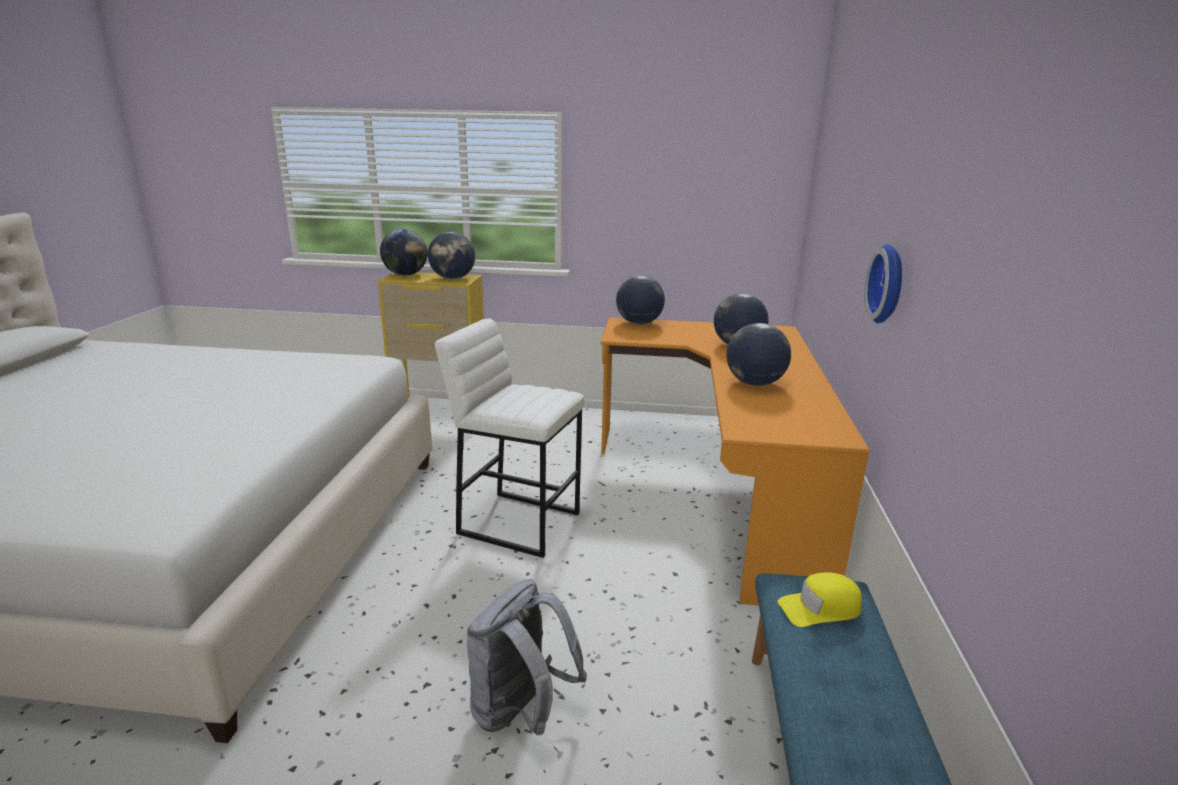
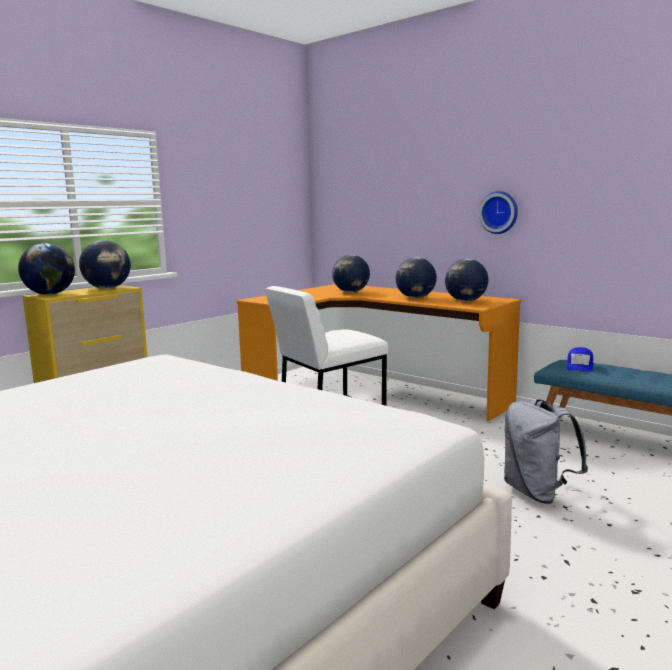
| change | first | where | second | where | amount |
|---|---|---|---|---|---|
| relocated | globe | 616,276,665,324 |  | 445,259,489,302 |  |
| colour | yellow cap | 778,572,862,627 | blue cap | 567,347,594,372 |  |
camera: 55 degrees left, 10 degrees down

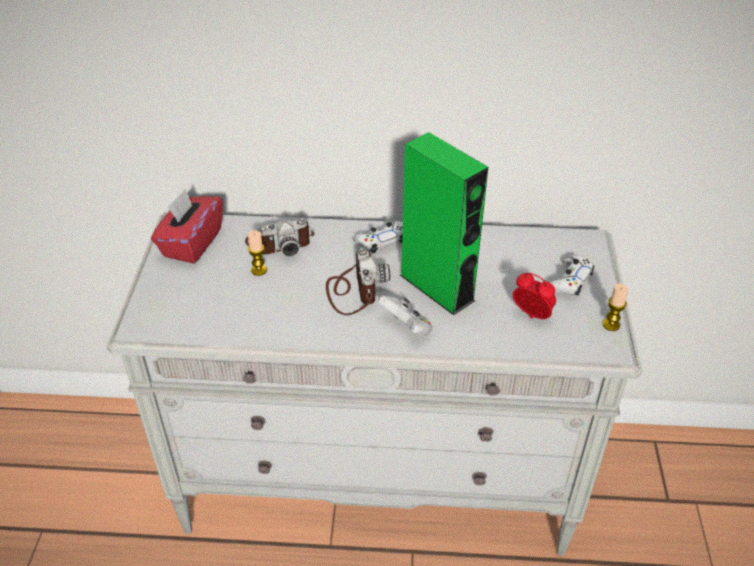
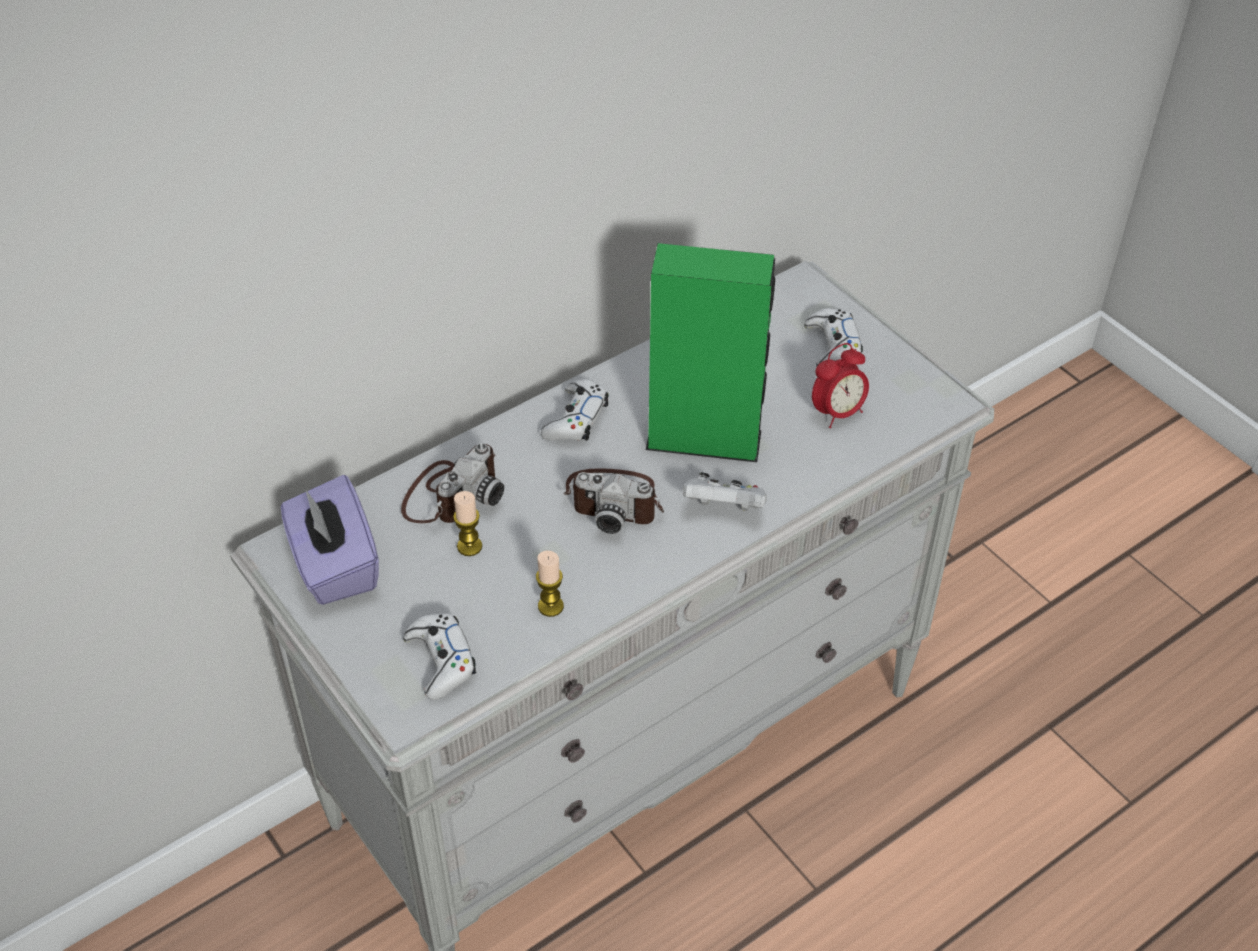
| change | first | where | second | where | amount |
|---|---|---|---|---|---|
| colour | red tissue box | 151,189,223,264 | purple tissue box | 281,475,379,605 |  |
| appeared |  |  | white game controller | 403,614,476,700 |  |
| relocated | candle | 603,284,628,331 |  | 536,551,564,617 |  |
| spun | photo camera | 326,248,390,315 |  | 563,468,664,534 | 150 degrees clockwise |
| spun | alarm clock | 513,273,556,319 |  | 812,343,869,428 | 150 degrees clockwise |
camera: 40 degrees left, 5 degrees up

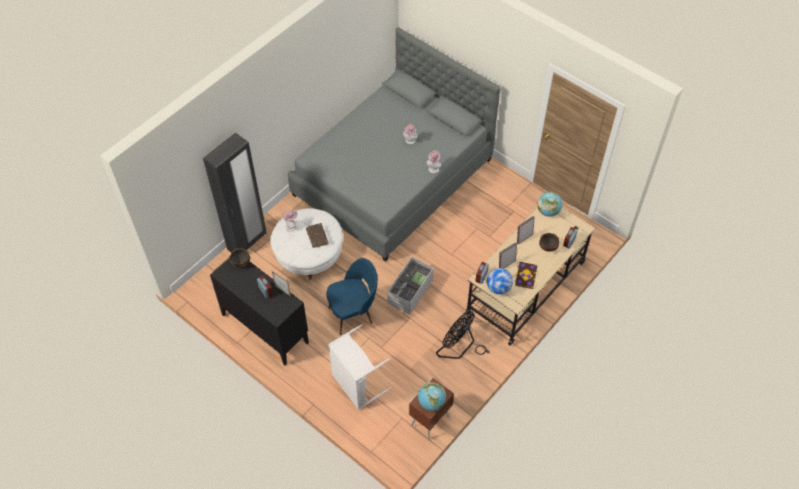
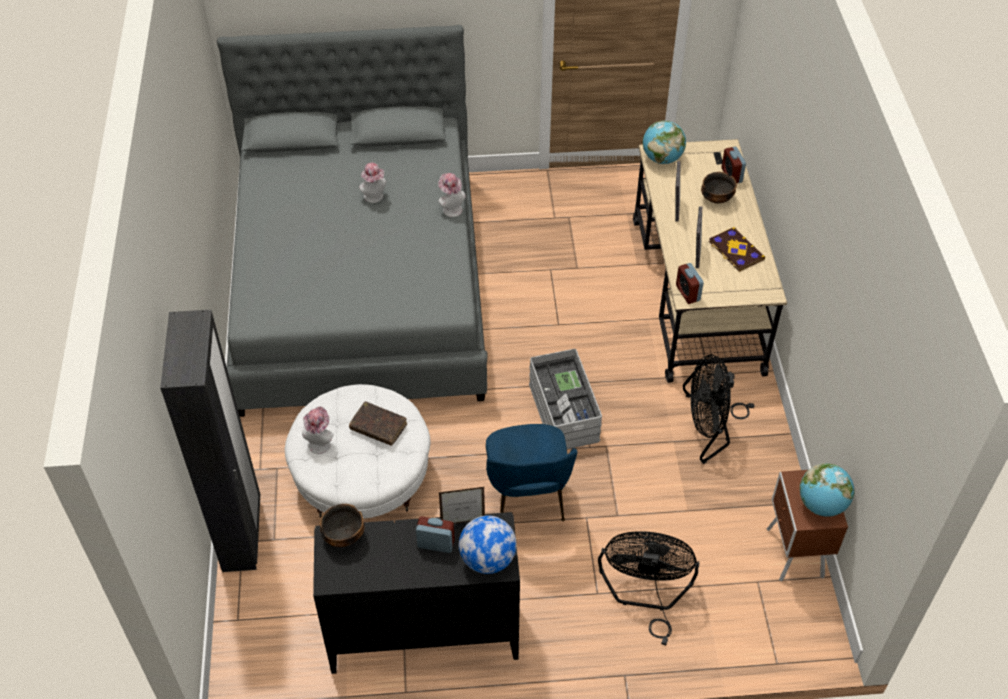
| change | first | where | second | where | amount |
|---|---|---|---|---|---|
| relocated | globe | 487,268,513,294 |  | 459,515,517,574 |  |
| spun | blue chair | 326,258,378,335 |  | 486,424,577,521 | 150 degrees clockwise |
| exchanged | white laundry basket | 328,324,391,410 | black fan | 598,531,699,645 |  |
camera: 45 degrees left, 5 degrees down

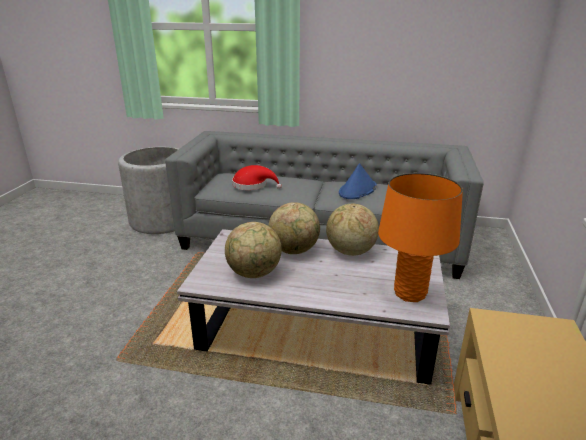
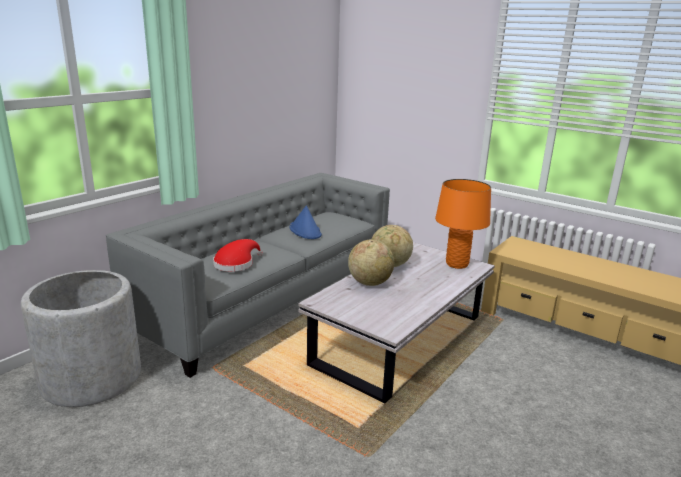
| change | first | where | second | where | amount |
|---|---|---|---|---|---|
| missing | globe | 225,222,282,278 |  |  |  |
camera: 65 degrees left, 5 degrees down

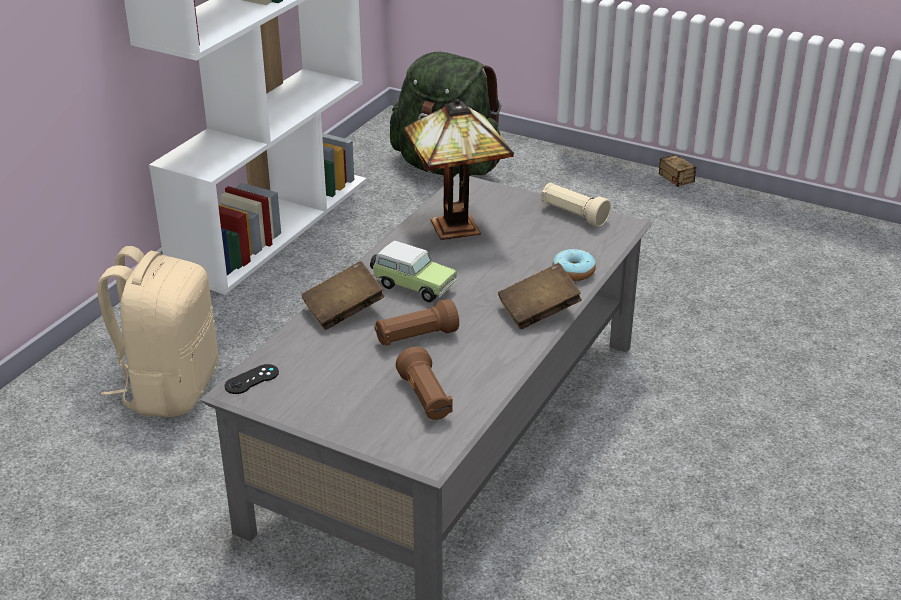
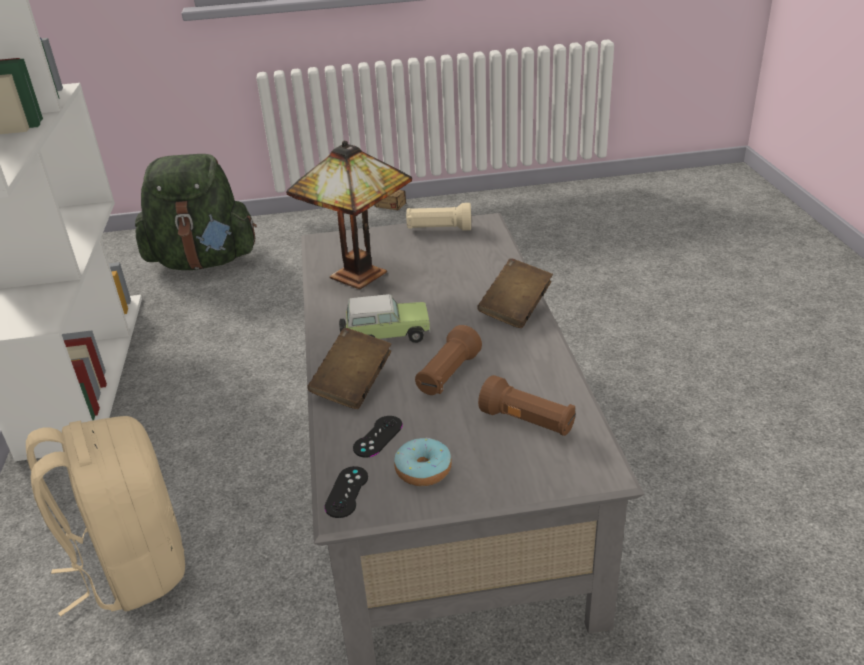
| change | first | where | second | where | amount |
|---|---|---|---|---|---|
| appeared |  |  | black game controller | 353,416,403,458 |  |
| relocated | donut | 553,249,596,281 |  | 394,438,452,486 |  |
camera: 35 degrees left, 0 degrees up

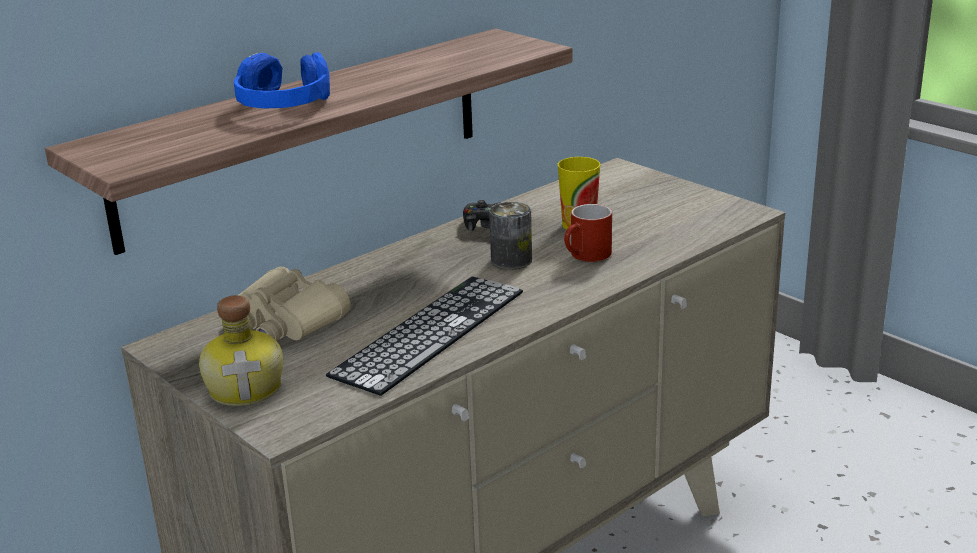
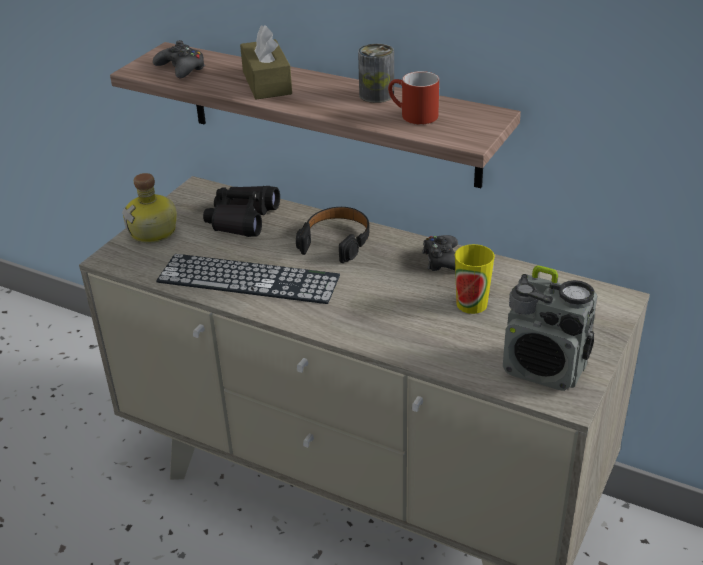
| change | first | where | second | where | amount |
|---|---|---|---|---|---|
| appeared |  |  | black game controller | 153,40,205,78 |  |
| colour | beige binoculars | 239,266,351,341 | black binoculars | 203,186,280,237 |  |
| exchanged | blue headphones | 234,52,330,108 | brown tissue box | 240,25,292,99 |  |
| appeared |  |  | black headphones | 296,207,369,263 |  |
| relocated | can | 489,202,532,269 |  | 358,44,394,103 |  |
| relocated | red mug | 564,204,612,262 |  | 388,71,439,125 |  |
| appeared |  |  | radio | 503,265,597,391 |  |
camera: 70 degrees right, 10 degrees up

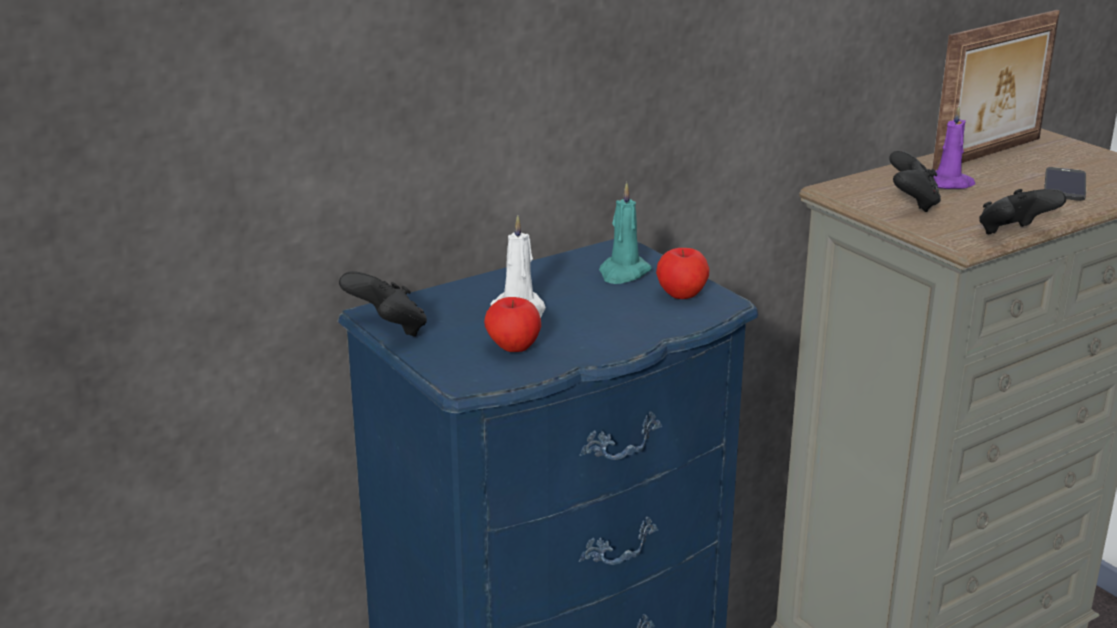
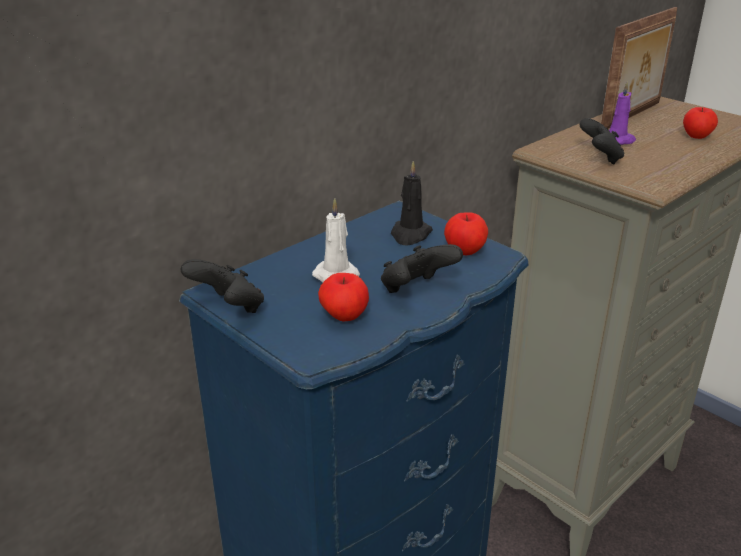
| change | first | where | second | where | amount |
|---|---|---|---|---|---|
| relocated | black game controller | 979,189,1066,235 |  | 381,244,463,293 |  |
| colour | turquoise candle | 599,182,652,284 | black candle | 391,161,433,246 |  |
| exchanged | phone | 1044,167,1086,201 | apple | 683,107,718,139 |  |
camera: 10 degrees left, 5 degrees up

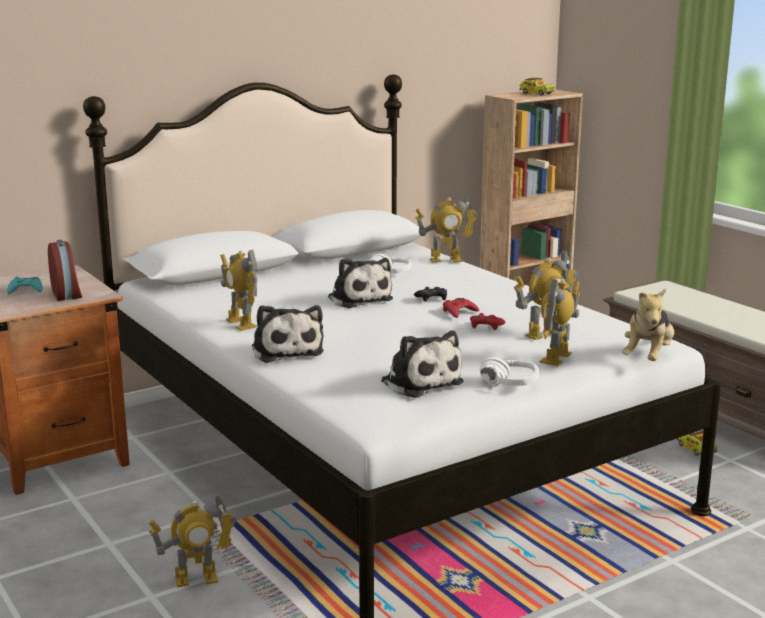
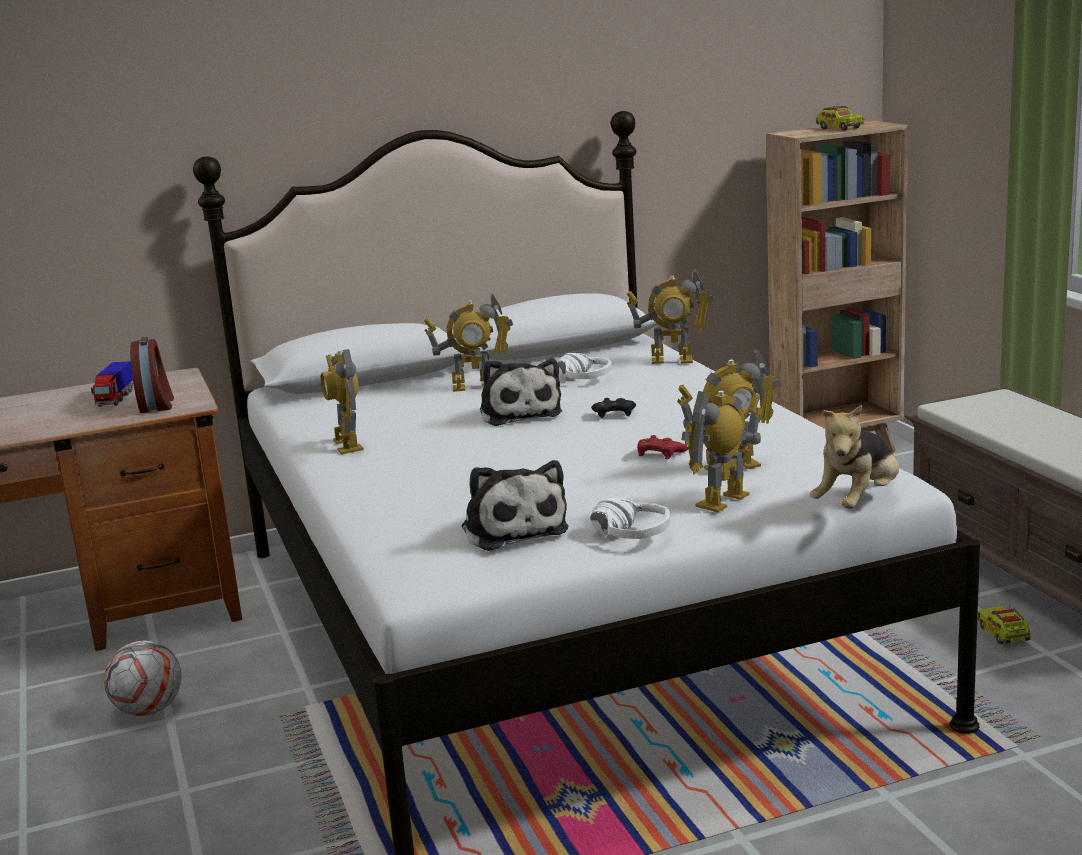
| change | first | where | second | where | amount |
|---|---|---|---|---|---|
| exchanged | turquoise game controller | 7,277,43,294 | toy truck | 91,361,133,407 |  |
| appeared |  |  | football | 104,641,181,716 |  |
| relocated | toy robot | 149,493,237,587 |  | 424,293,513,392 |  |
| missing | plush toy | 252,305,324,363 |  |  |  |
| missing | red game controller | 443,298,479,318 |  |  |  |
camera: 15 degrees right, 0 degrees up

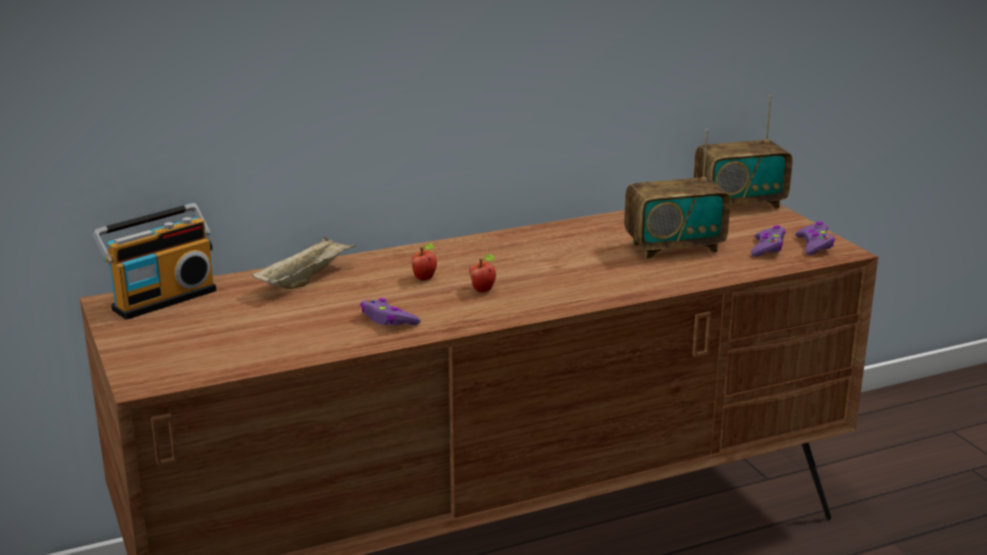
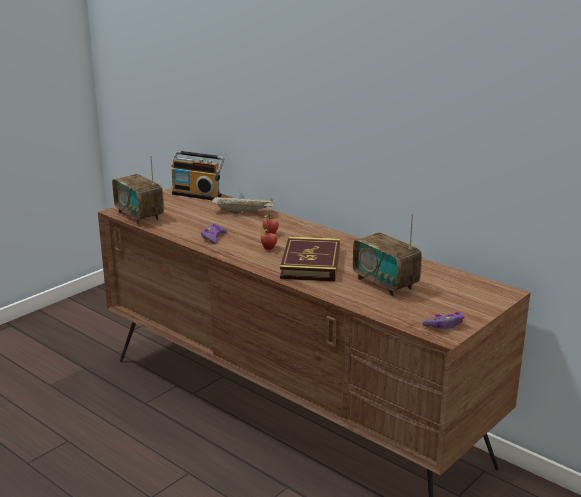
| change | first | where | second | where | amount |
|---|---|---|---|---|---|
| relocated | radio | 694,95,793,209 |  | 112,156,164,225 |  |
| appeared |  |  | book | 280,236,340,282 |  |
| missing | purple game controller | 751,225,785,257 |  |  |  |
camera: 65 degrees right, 0 degrees up

